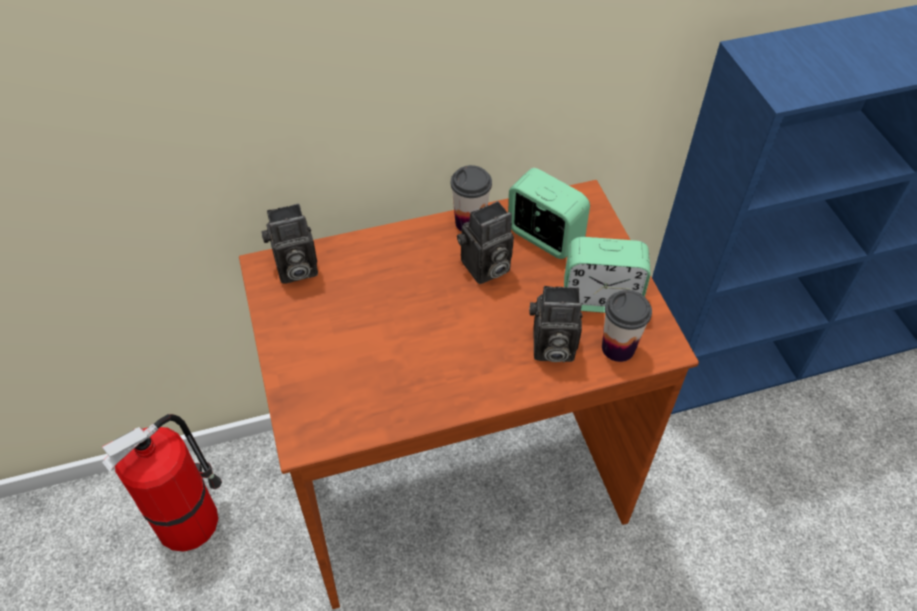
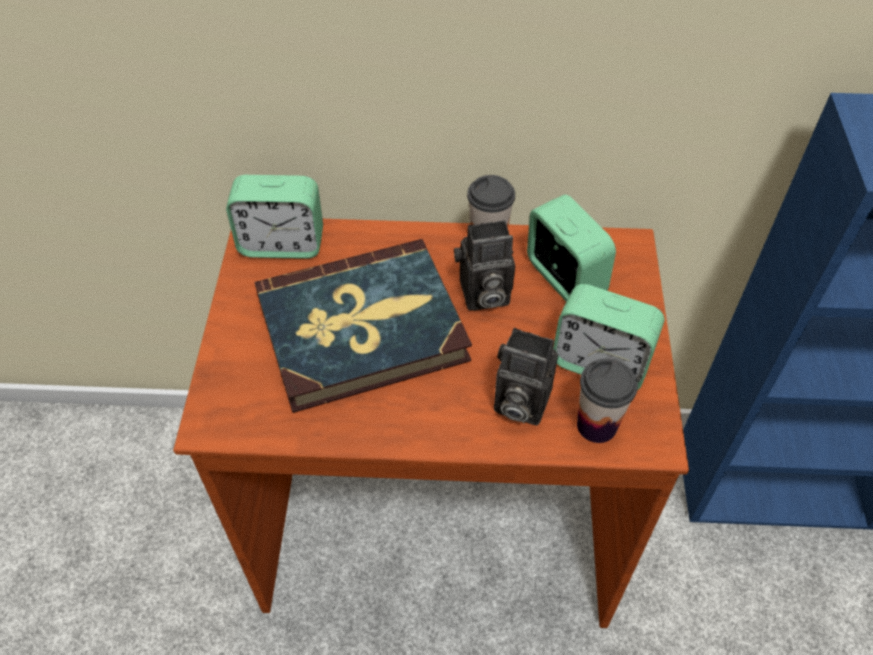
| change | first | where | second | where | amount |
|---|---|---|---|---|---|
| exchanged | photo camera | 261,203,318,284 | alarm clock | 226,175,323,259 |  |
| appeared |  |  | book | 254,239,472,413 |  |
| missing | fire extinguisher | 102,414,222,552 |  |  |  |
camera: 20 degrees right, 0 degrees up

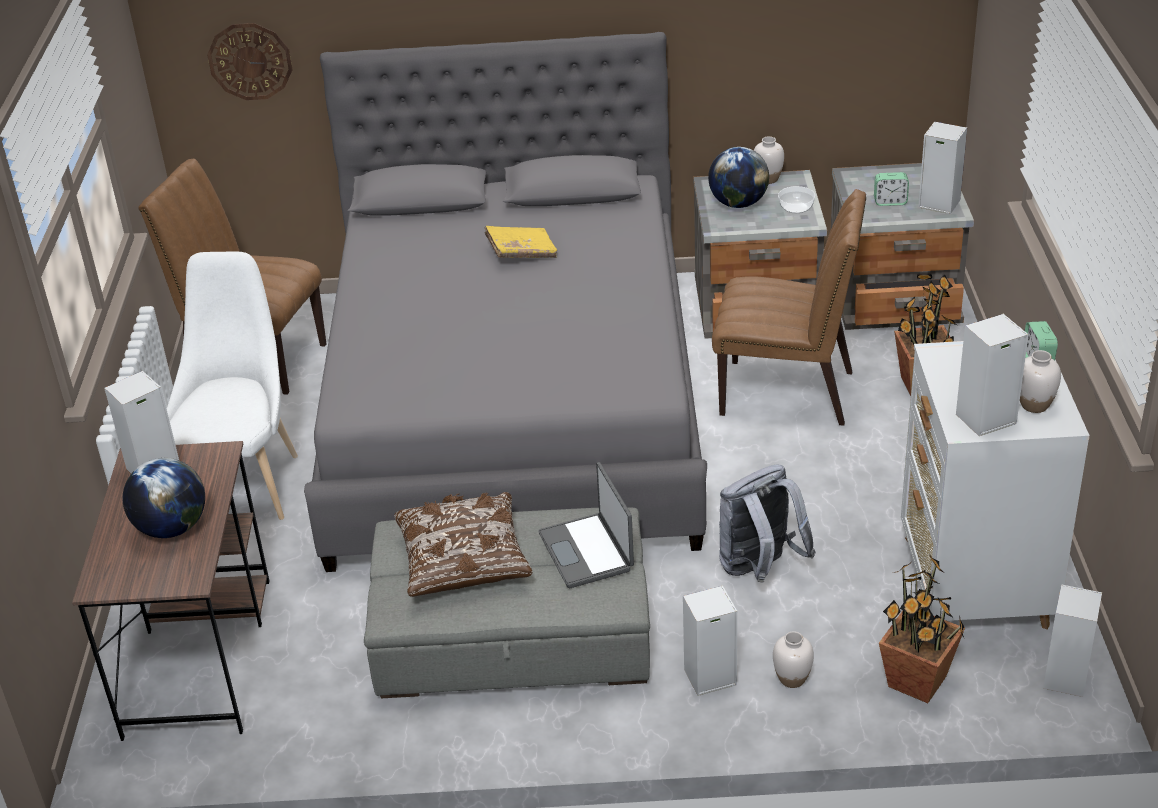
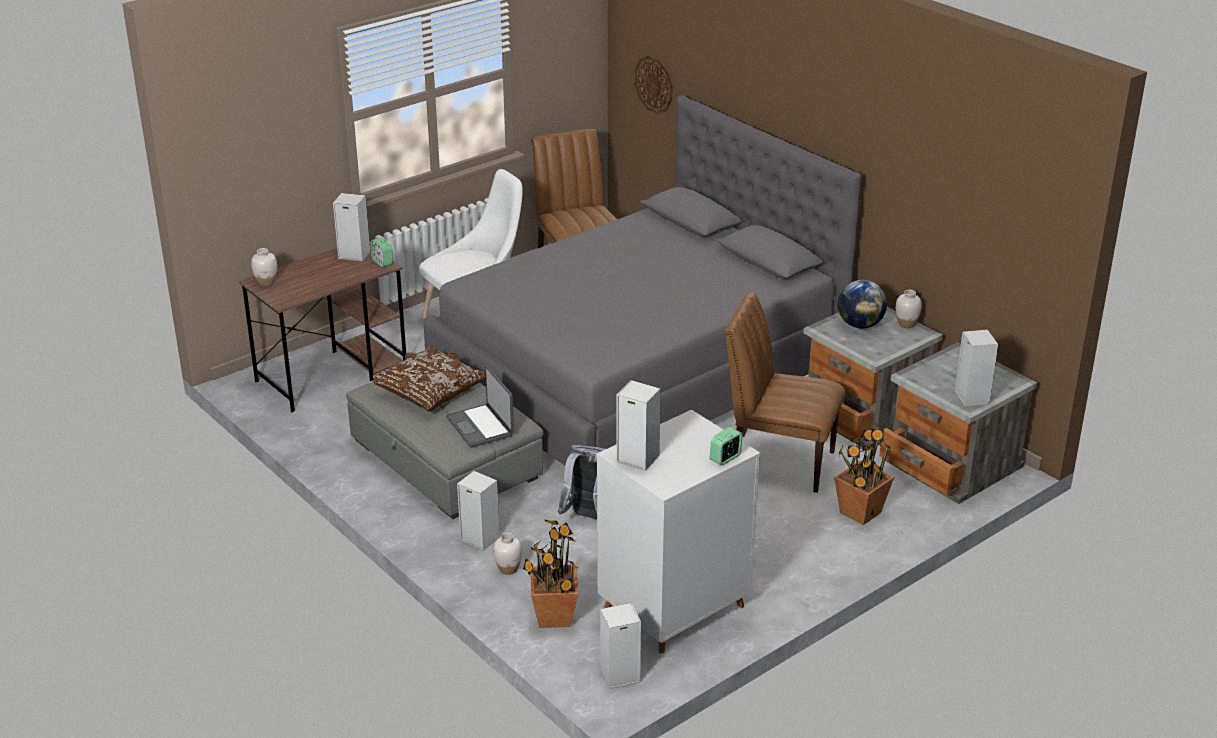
| change | first | where | second | where | amount |
|---|---|---|---|---|---|
| relocated | white vase | 1020,350,1061,413 |  | 251,248,277,286 |  |
| relocated | alarm clock | 874,172,909,206 |  | 370,238,393,267 |  |
| spun | laptop | 538,462,634,588 |  | 446,366,514,448 | 60 degrees counterclockwise |
| spun | brown chair | 712,189,866,426 |  | 725,292,845,493 | 135 degrees clockwise |
| missing | globe | 123,458,205,538 |  |  |  |
| missing | yellow book | 485,226,557,258 |  |  |  |
| missing | bowl | 778,186,815,213 |  |  |  |
camera: 50 degrees right, 5 degrees down

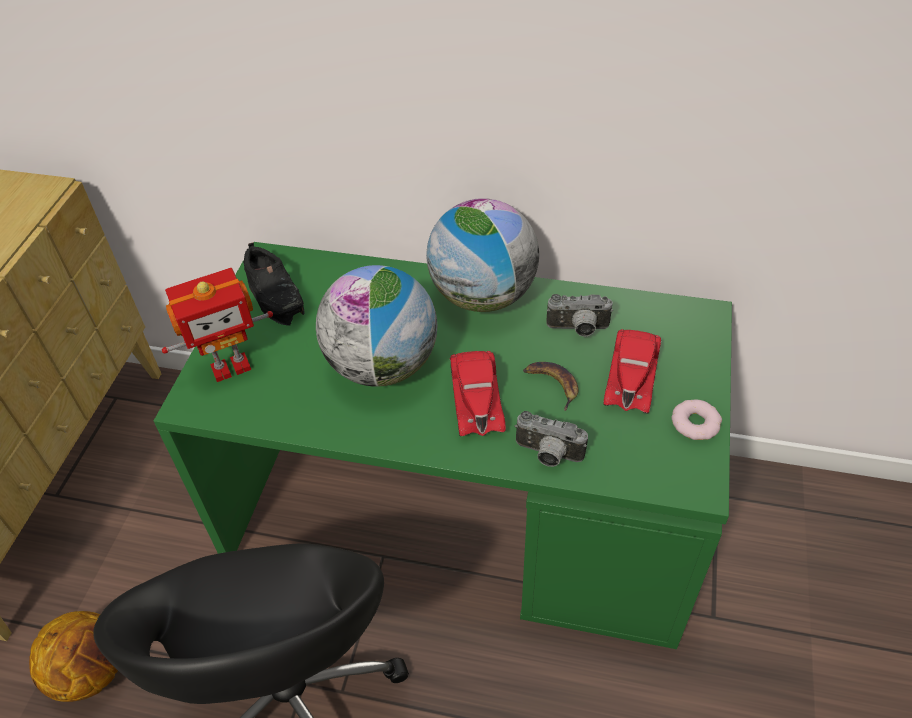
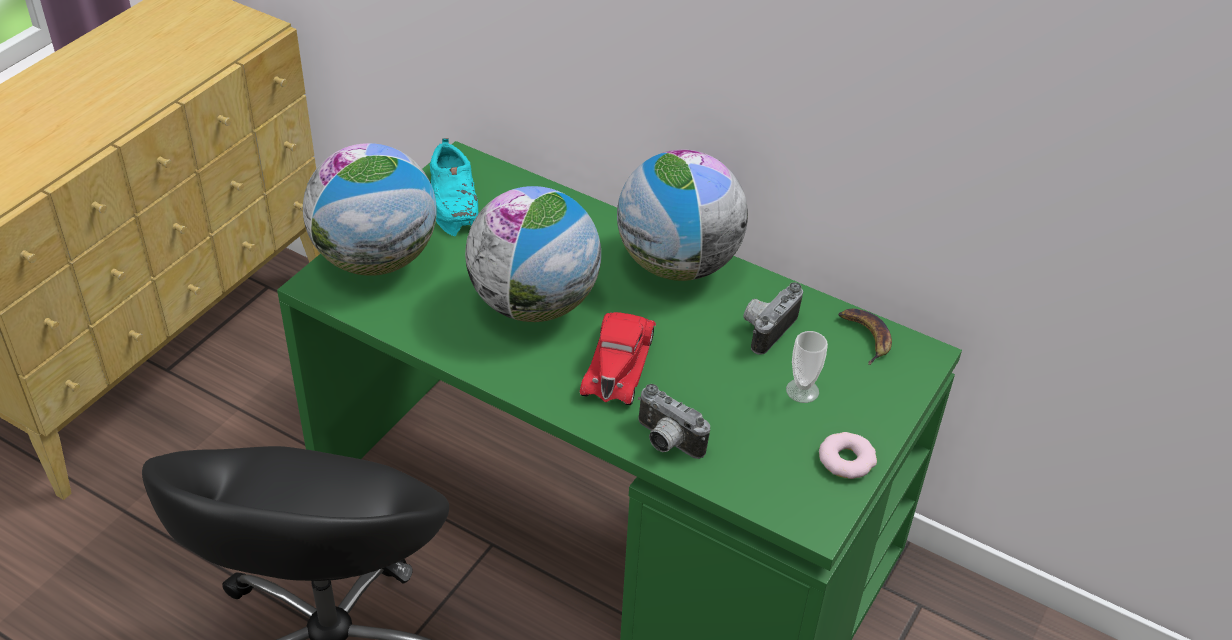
| change | first | where | second | where | amount |
|---|---|---|---|---|---|
| exchanged | toy robot | 162,268,273,382 | globe | 303,143,437,276 |  |
| colour | black shoe | 243,242,304,325 | turquoise shoe | 430,138,479,236 |  |
| spun | photo camera | 546,294,613,337 |  | 744,282,803,355 | 105 degrees clockwise |
| exchanged | red toy car | 603,329,661,413 | cup | 786,331,828,403 |  |
| relocated | banana | 523,362,578,411 |  | 838,309,892,365 |  |
| missing | basketball | 29,611,118,702 |  |  |  |
camera: 15 degrees right, 5 degrees down

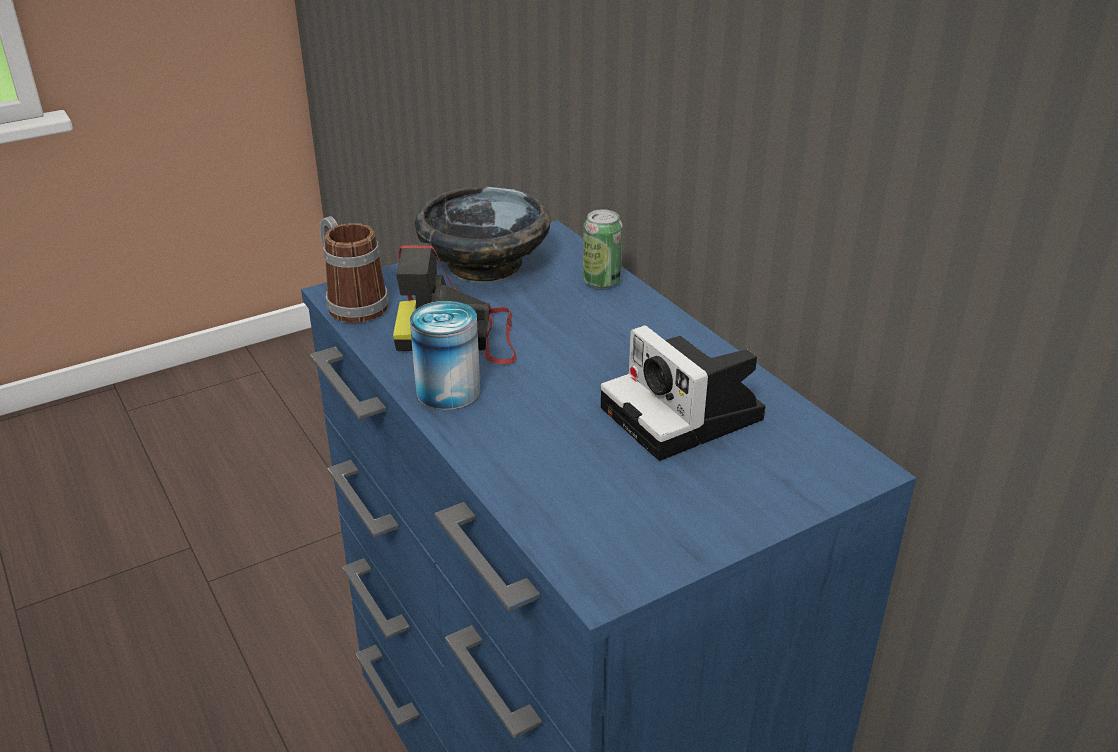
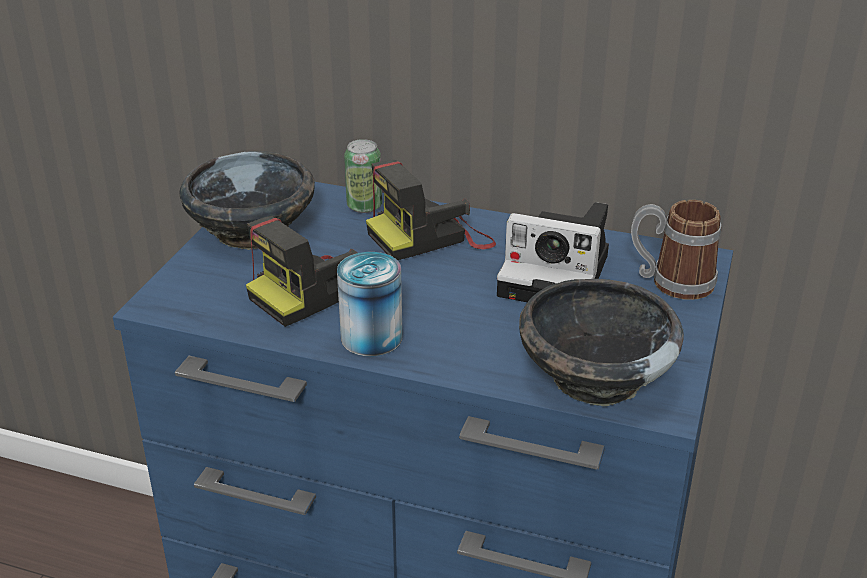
| change | first | where | second | where | amount |
|---|---|---|---|---|---|
| appeared |  |  | photo camera | 366,160,496,260 |  |
| appeared |  |  | black bowl | 519,279,684,406 |  |
| relocated | mug | 320,216,389,323 |  | 631,200,722,300 |  |
camera: 40 degrees left, 0 degrees up

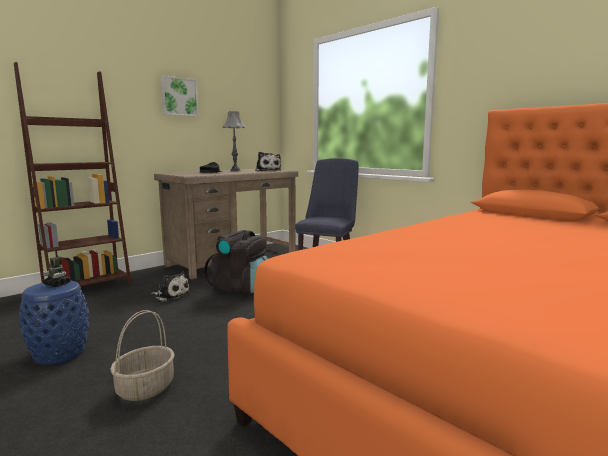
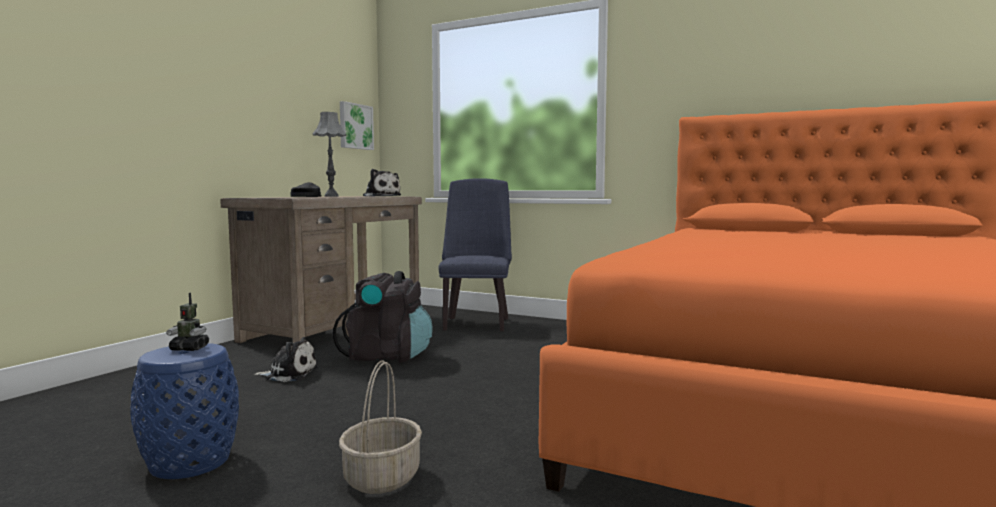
| change | first | where | second | where | amount |
|---|---|---|---|---|---|
| relocated | picture | 161,75,198,117 |  | 340,101,374,150 |  |
| missing | brown bookcase | 14,62,132,286 |  |  |  |
camera: 20 degrees left, 5 degrees down

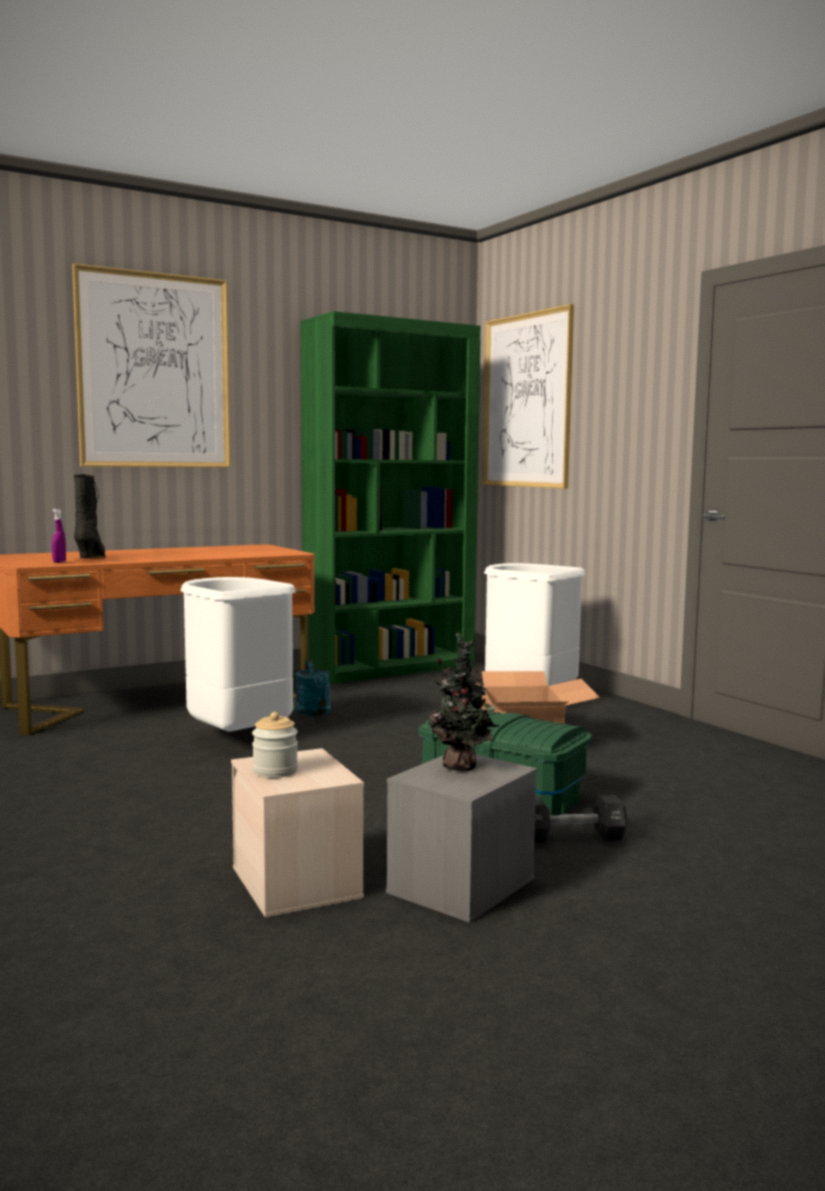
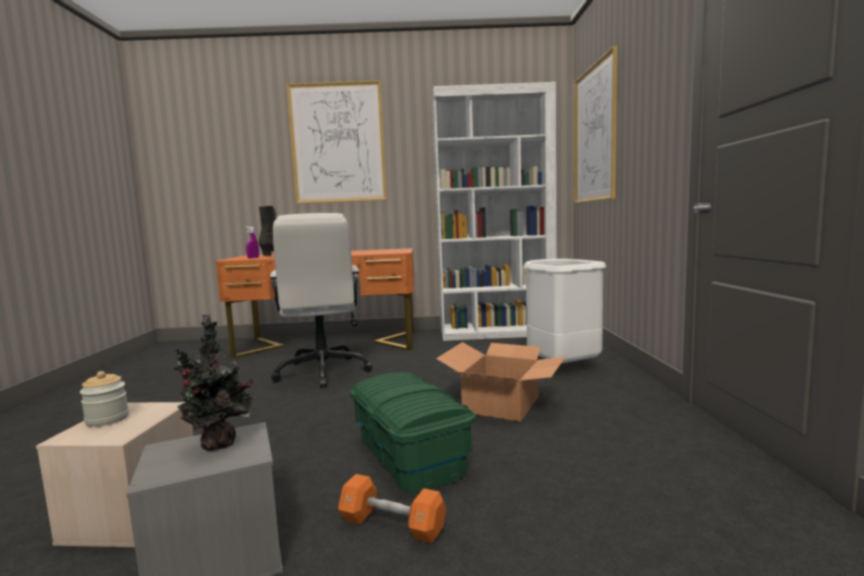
| change | first | where | second | where | amount |
|---|---|---|---|---|---|
| exchanged | white trash can | 180,577,296,732 | white office chair | 270,213,373,388 |  |
| colour | black dumbbell | 534,795,628,843 | orange dumbbell | 338,474,446,544 |  |
| colour | green bookcase | 301,311,480,684 | white bookcase | 432,82,556,341 |  |
| missing | turquoise watering can | 295,659,331,715 |  |  |  |
camera: 30 degrees right, 0 degrees up

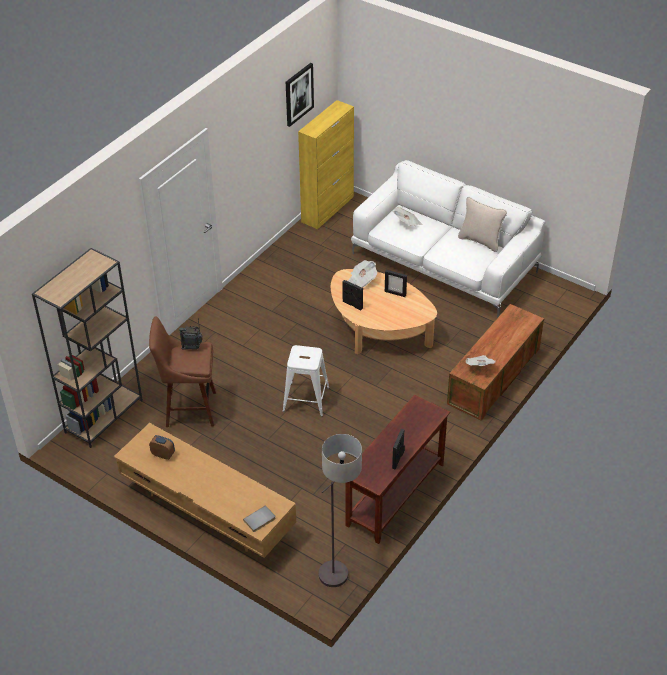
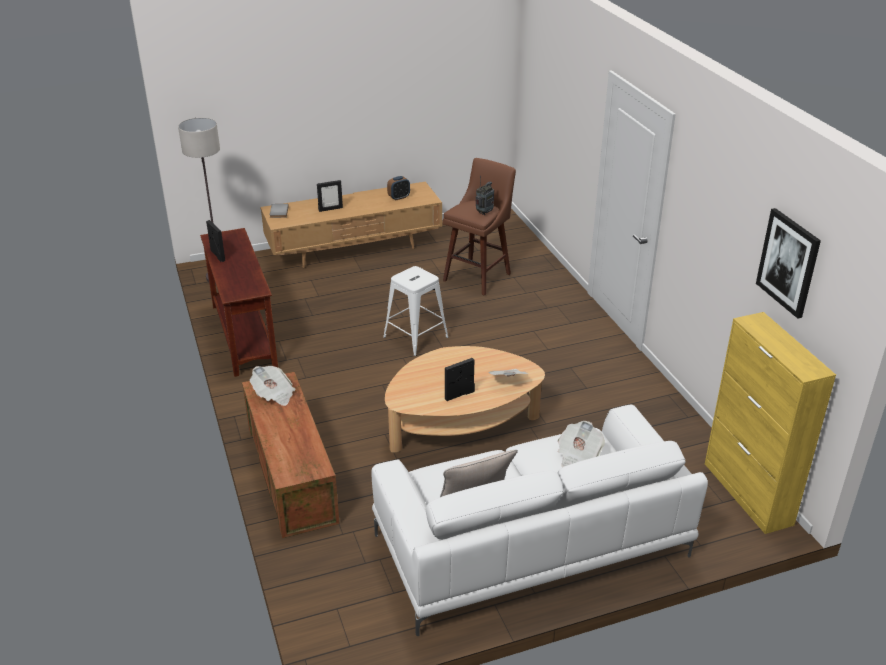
| change | first | where | second | where | amount |
|---|---|---|---|---|---|
| relocated | picture frame | 343,280,363,311 |  | 317,180,343,212 |  |
| missing | bookcase | 32,248,143,448 |  |  |  |
camera: 125 degrees right, 10 degrees down

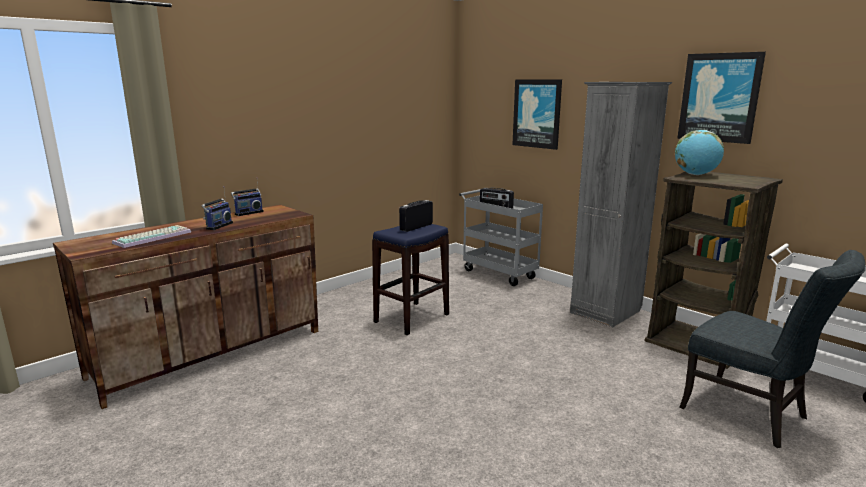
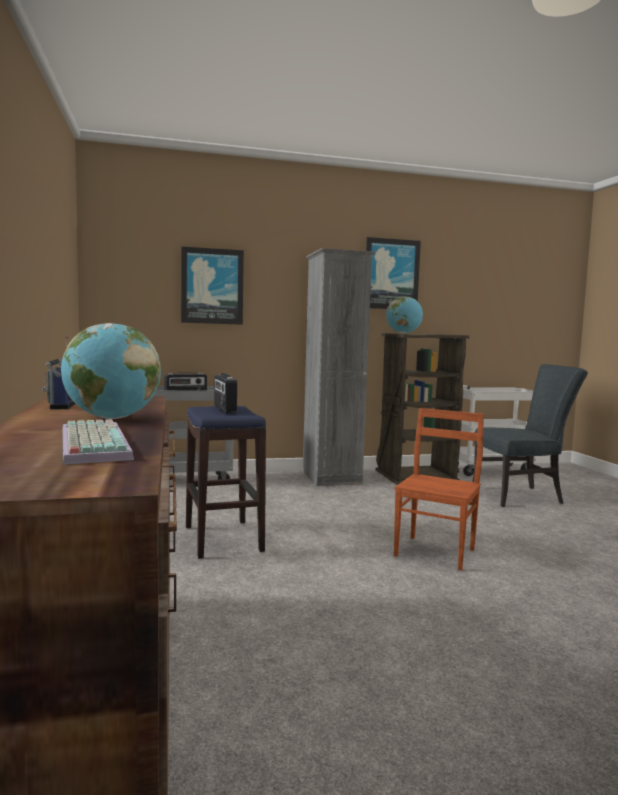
| change | first | where | second | where | amount |
|---|---|---|---|---|---|
| exchanged | radio | 202,186,233,230 | globe | 61,323,161,419 |  |
| appeared |  |  | brown chair | 394,408,484,571 |  |
camera: 60 degrees left, 10 degrees down

